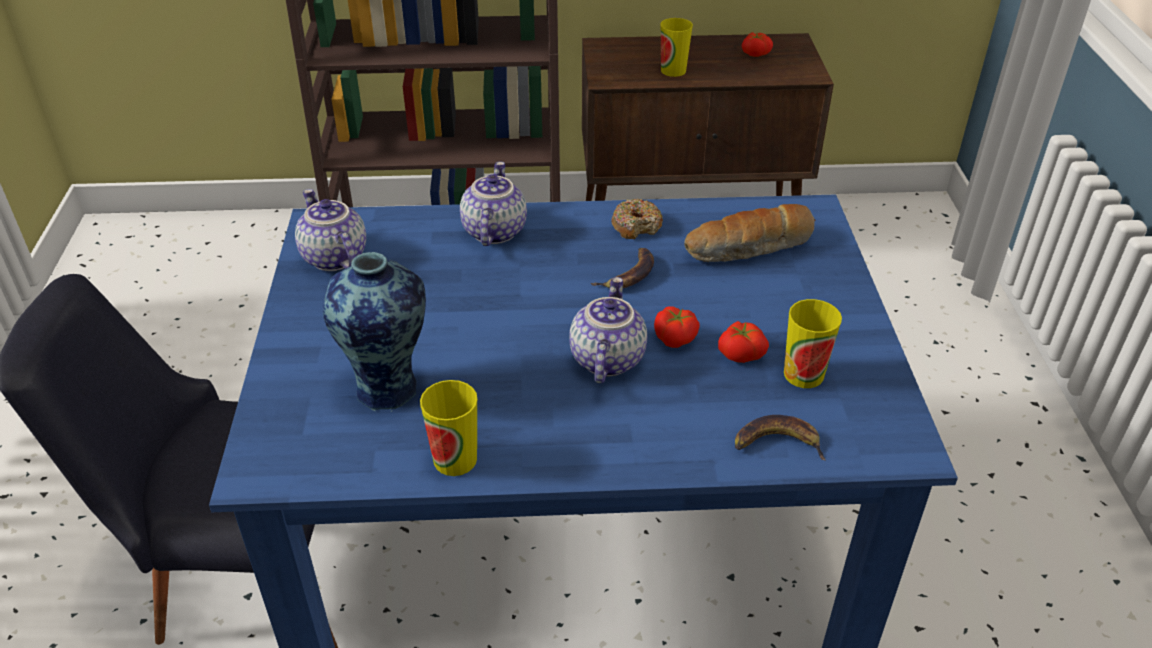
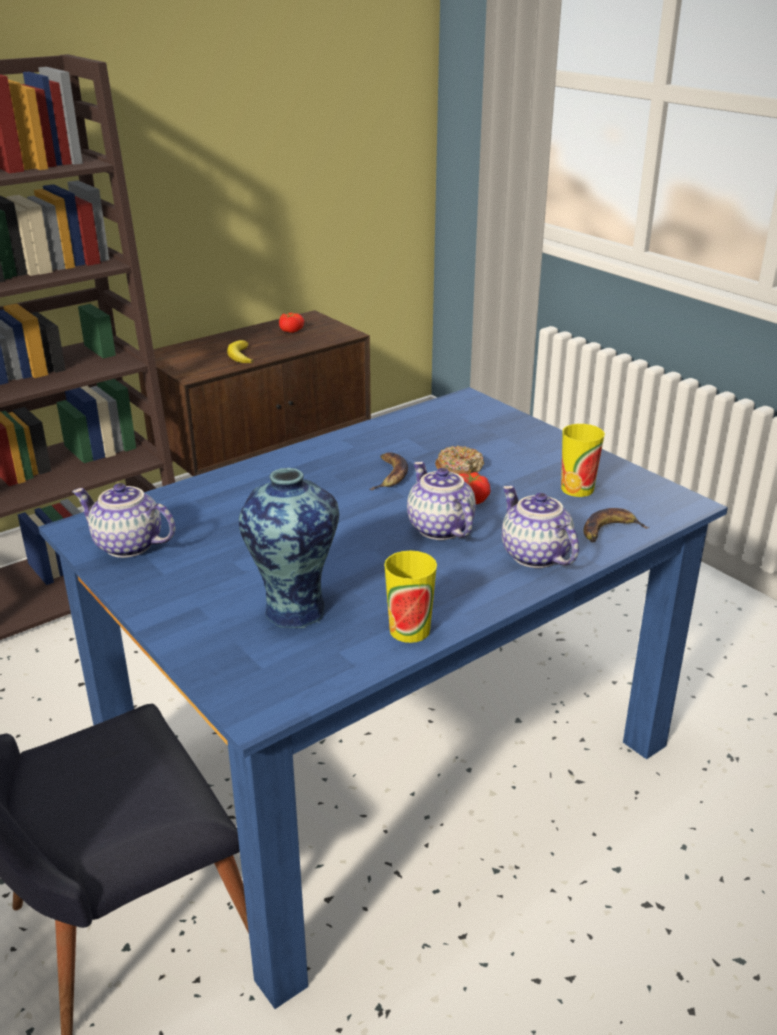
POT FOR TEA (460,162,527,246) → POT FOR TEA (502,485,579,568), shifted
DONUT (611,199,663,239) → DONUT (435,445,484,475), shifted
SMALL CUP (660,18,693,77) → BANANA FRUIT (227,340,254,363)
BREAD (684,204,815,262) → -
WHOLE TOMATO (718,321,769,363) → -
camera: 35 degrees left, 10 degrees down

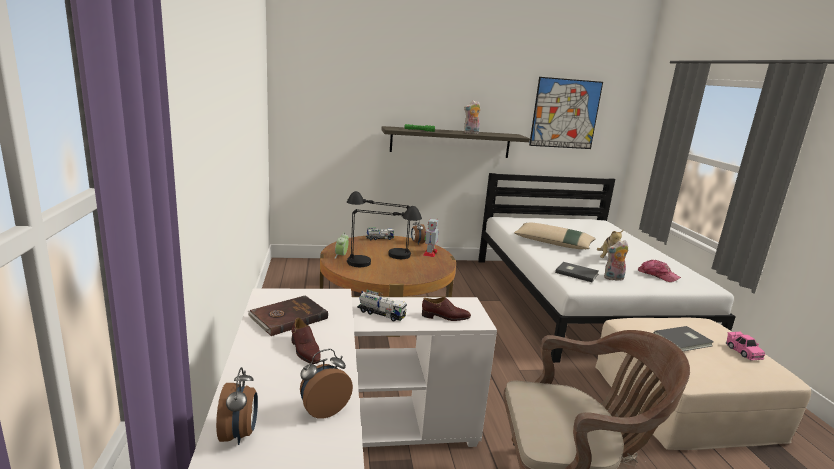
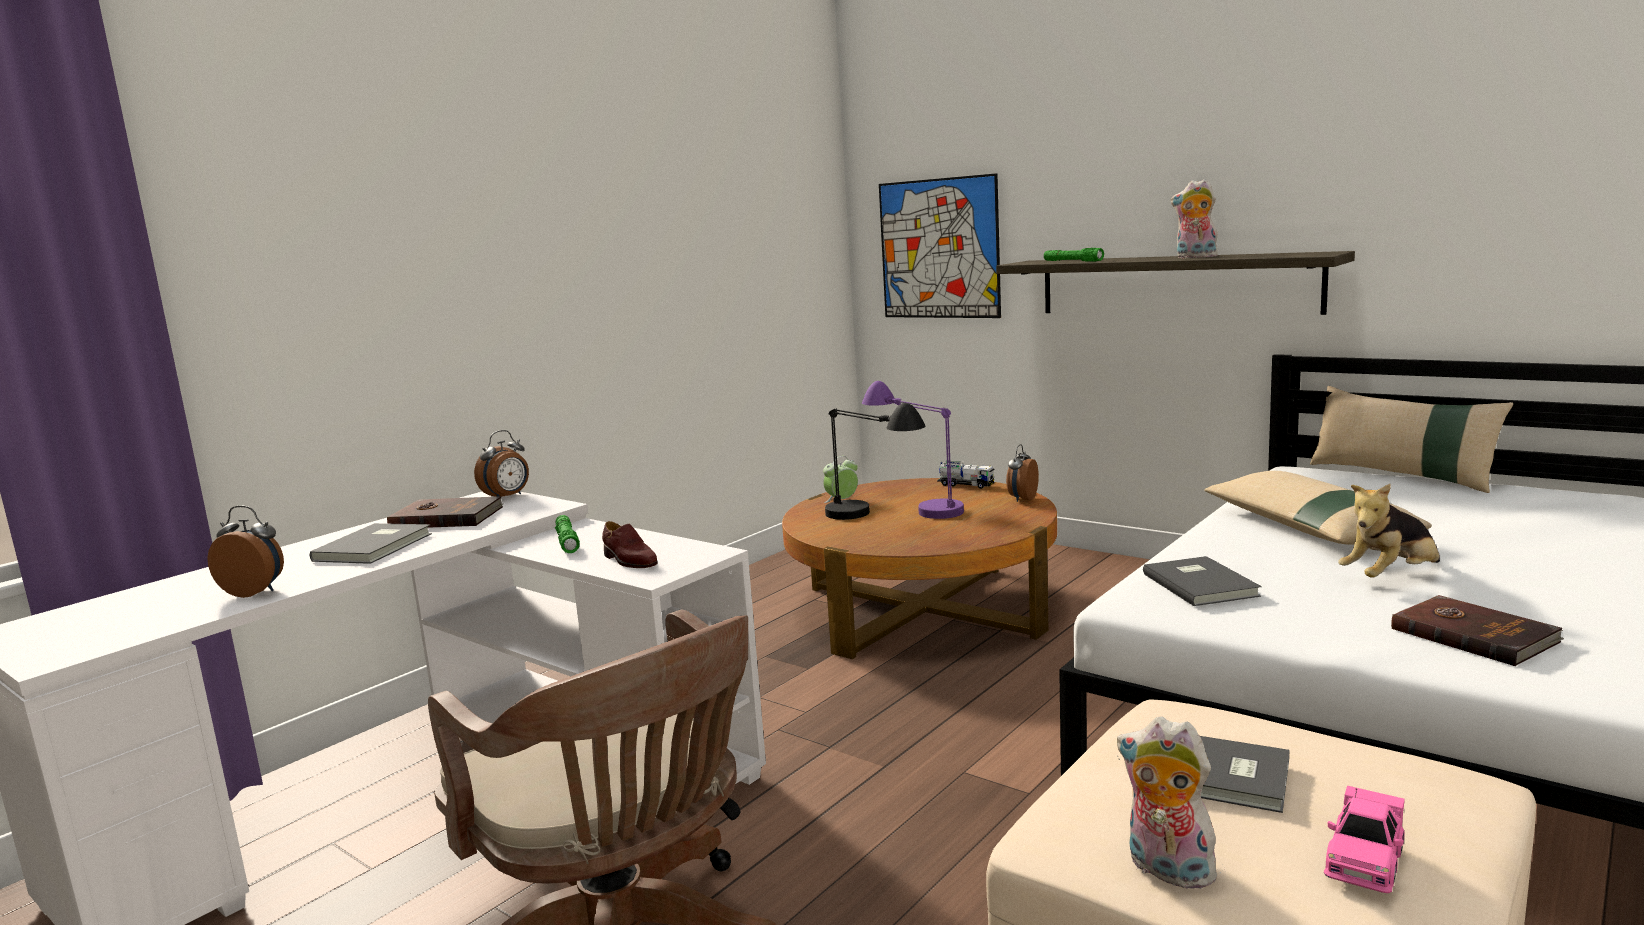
BEDSIDE CLOCK (216,367,258,445) → BEDSIDE CLOCK (474,430,529,497), shifted
BROWN ITEM OF FOOTWEAR (291,318,320,364) → GREYISH VOLUME (310,523,432,564)
BLACK-COLOURED TABLETOP LAMP (347,191,411,259) → PURPLISH TABLETOP LAMP (862,381,964,519)
TOY TRUCK (357,290,407,321) → GREEN TORCH (555,515,580,553)
ROBOT FIGURE (423,219,439,257) → -
PICTURE (529,77,603,149) → PICTURE (879,173,1001,318), shifted
PLUSH TOY (604,240,628,281) → PLUSH TOY (1117,717,1223,890), shifted
PEAKED CAP (638,260,681,282) → BROWN VOLUME (1391,595,1564,666)
- → BEIGE-COLOURED PILLOW (1310,386,1513,493)
camera: 50 degrees right, 5 degrees down

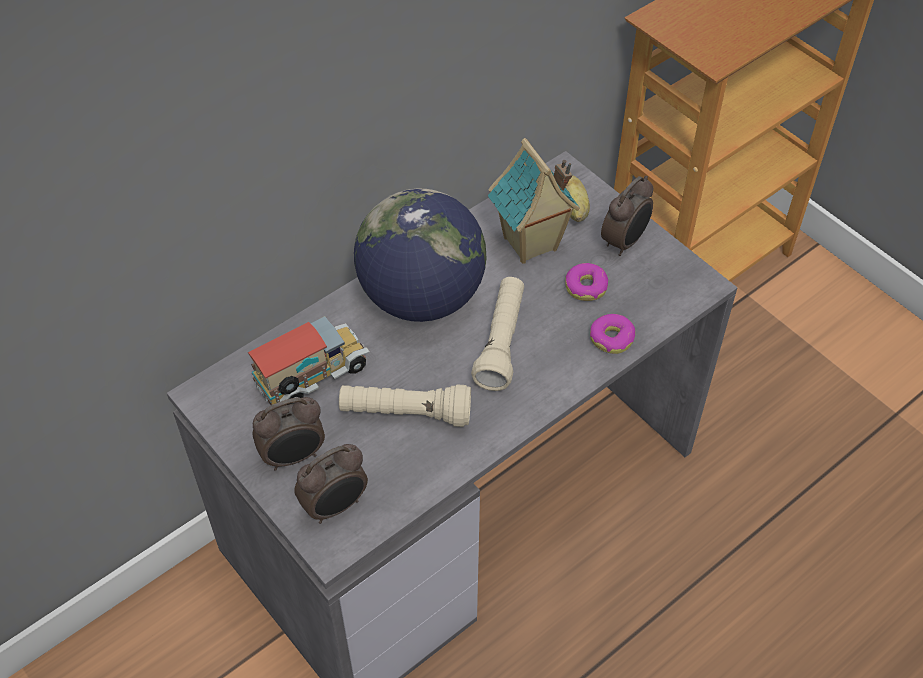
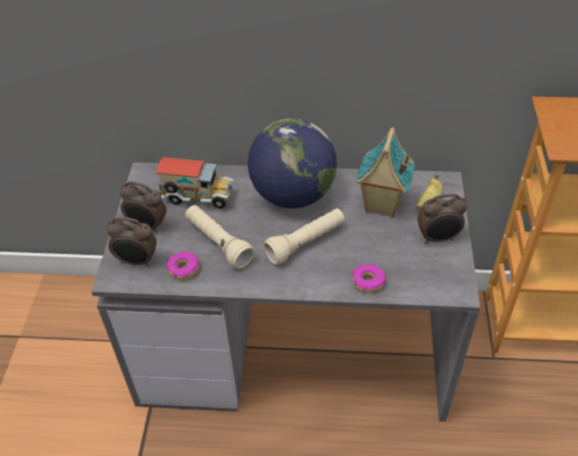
DONUT (565,263,608,301) → DONUT (166,252,199,280), shifted
camera: 45 degrees right, 5 degrees down

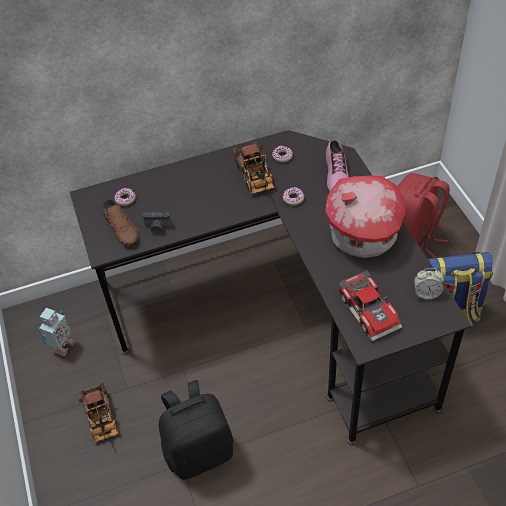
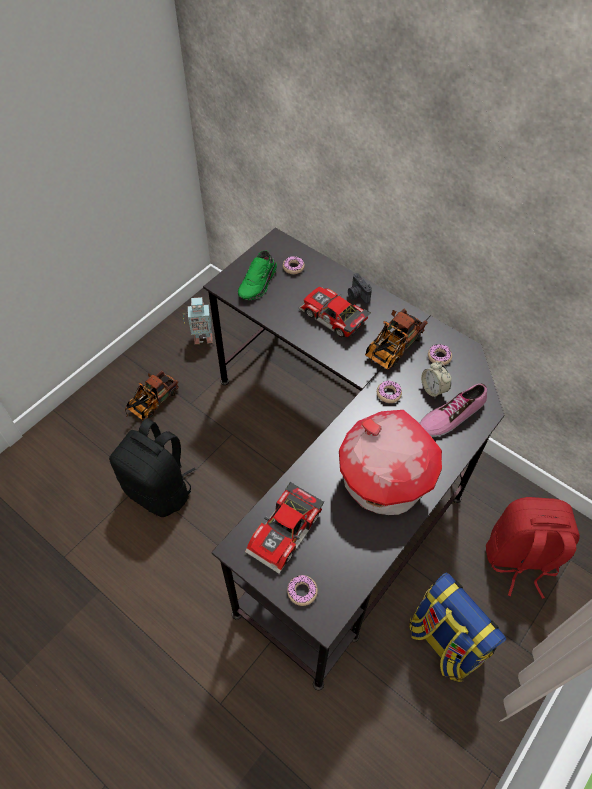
BROWN ITEM OF FOOTWEAR (103,199,139,246) → GREEN ITEM OF FOOTWEAR (238,250,277,300)
STILL CAMERA (143,211,172,234) → STILL CAMERA (348,273,372,304), shifted
BEDSIDE CLOCK (414,268,443,300) → BEDSIDE CLOCK (421,362,452,398), shifted
- → DONUT (287,575,318,606)
- → MINIATURE CAR (299,287,371,338)
camera: 55 degrees right, 5 degrees up

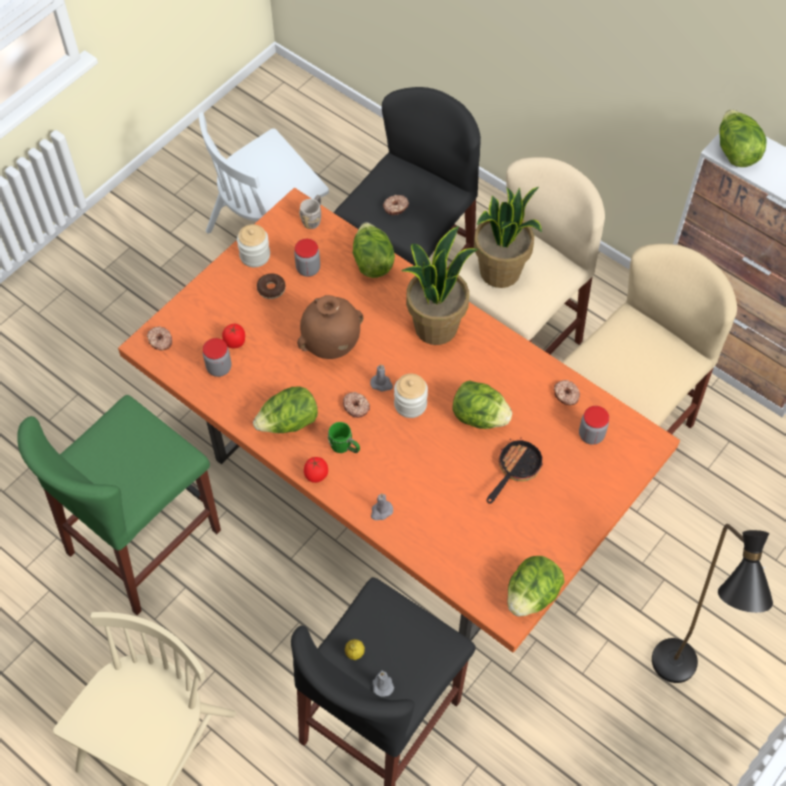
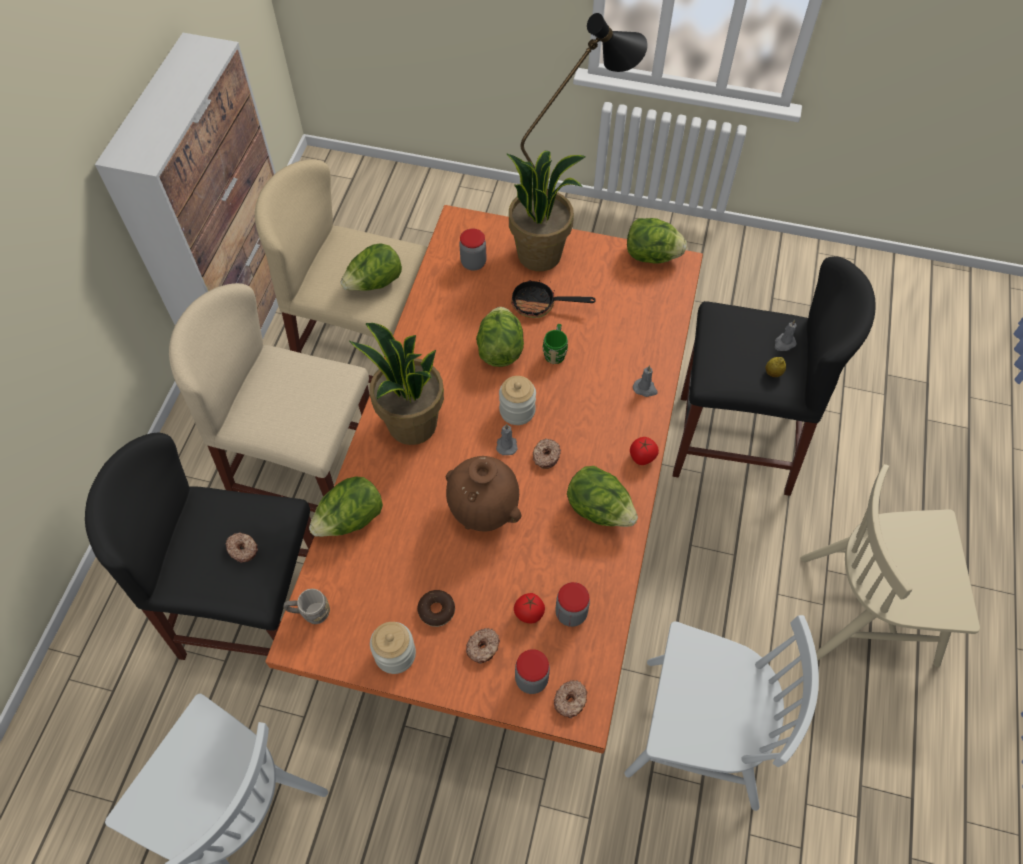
GREEN STOOL SEAT (17,395,221,615) → WHITE-COLOURED UPRIGHT CHAIR (625,615,819,811)
PRESERVE JAR (294,239,320,277) → PRESERVE JAR (515,649,550,694), shifted
GREEN MUG (328,422,360,453) → GREEN MUG (542,324,568,364), shifted
POTTED PLANT (474,187,542,288) → POTTED PLANT (506,151,586,271), shifted
DONUT (554,380,580,406) → DONUT (466,628,500,664), shifted
HEAD OF LETTUCE (719,109,767,167) → HEAD OF LETTUCE (340,243,402,291), shifted
camera: 115 degrees left, 0 degrees up

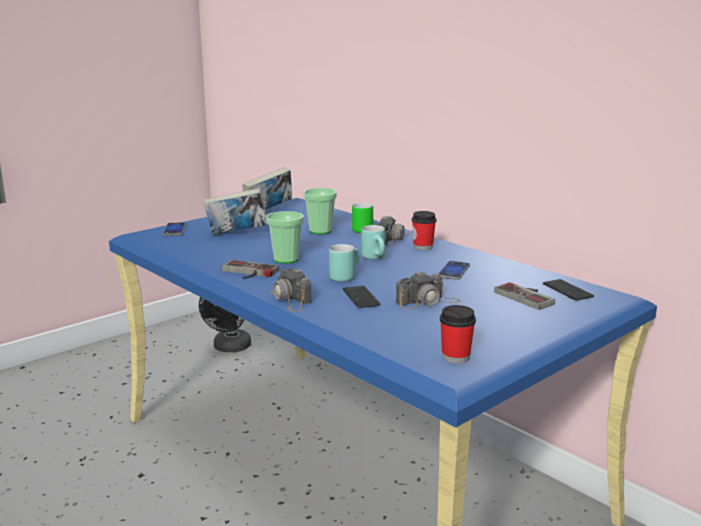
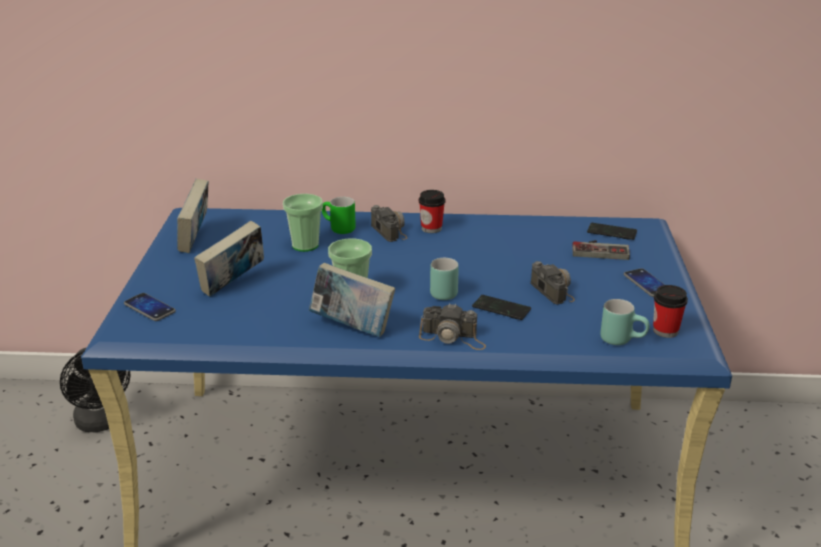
JOYPAD (222,260,279,279) → VOLUME (309,263,395,337)
TURQUOISE MUG (361,225,385,259) → TURQUOISE MUG (600,299,650,345), shifted
STILL CAMERA (396,271,460,310) → STILL CAMERA (531,261,575,305), 45 degrees counterclockwise
PHONE (438,261,470,280) → PHONE (624,268,665,297), shifted
camera: 45 degrees left, 10 degrees up

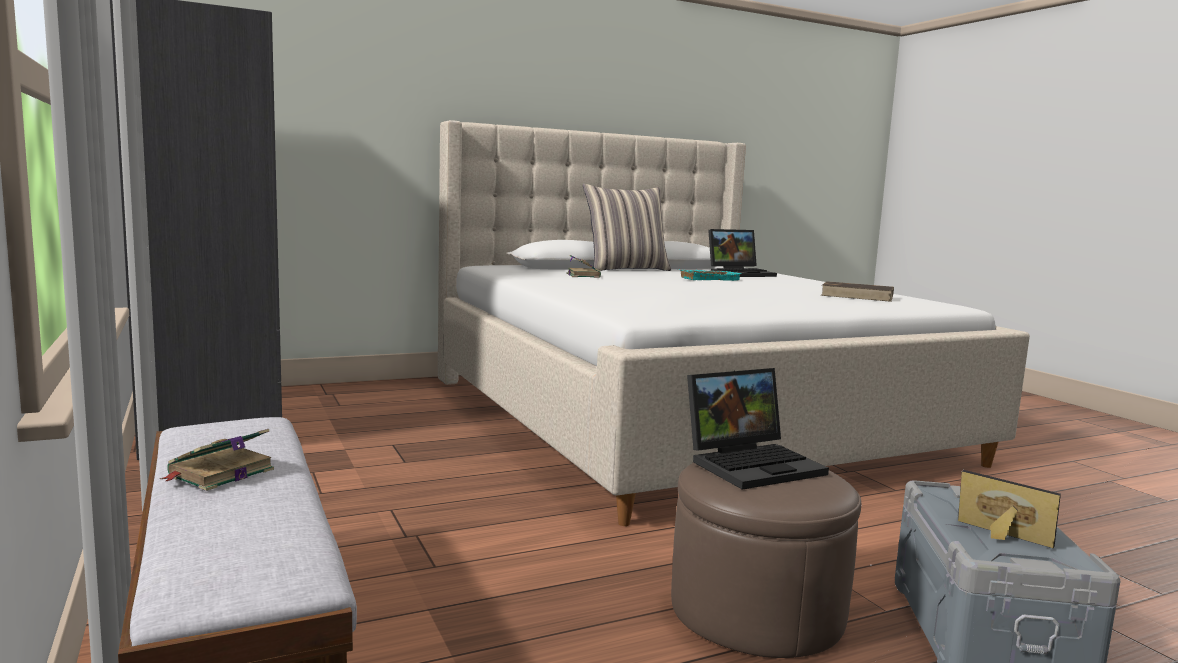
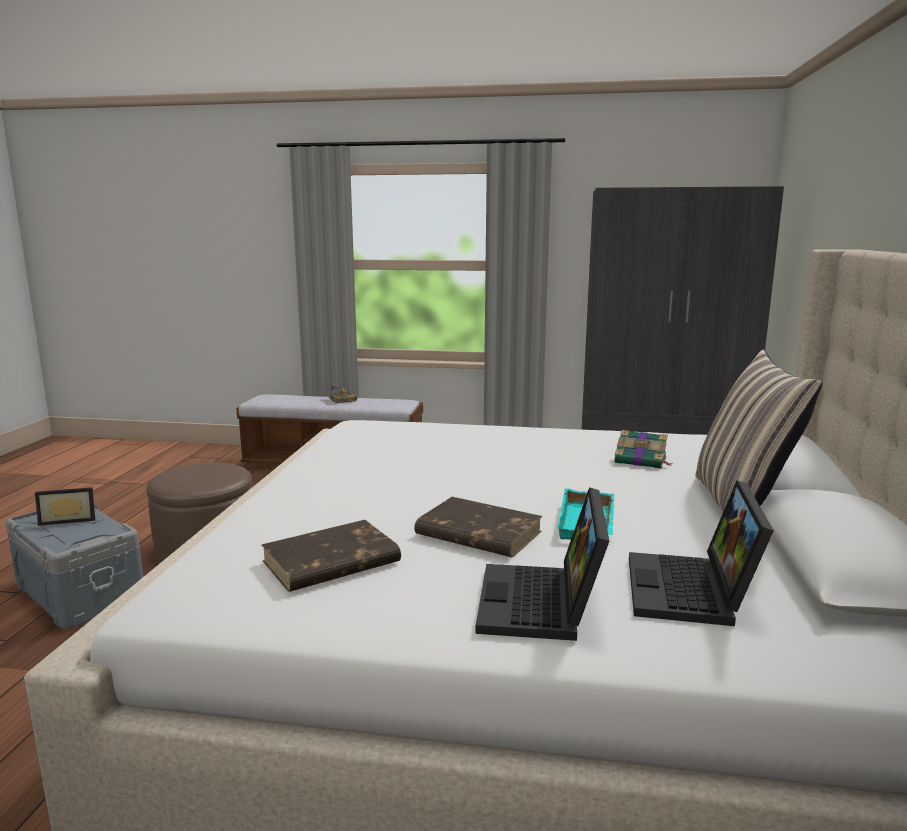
NOTEBOOK COMPUTER (687,368,829,490) → NOTEBOOK COMPUTER (476,487,609,641), shifted
- → BROWN VOLUME (414,497,542,558)
camera: 125 degrees right, 5 degrees up

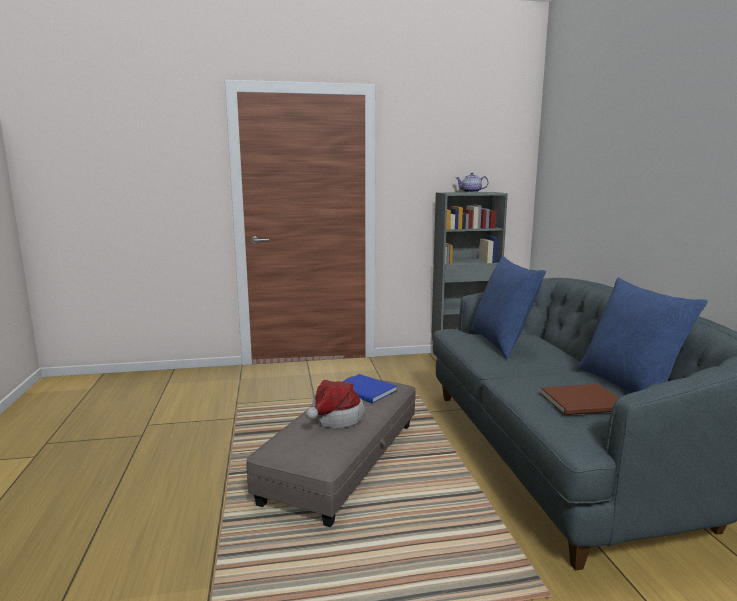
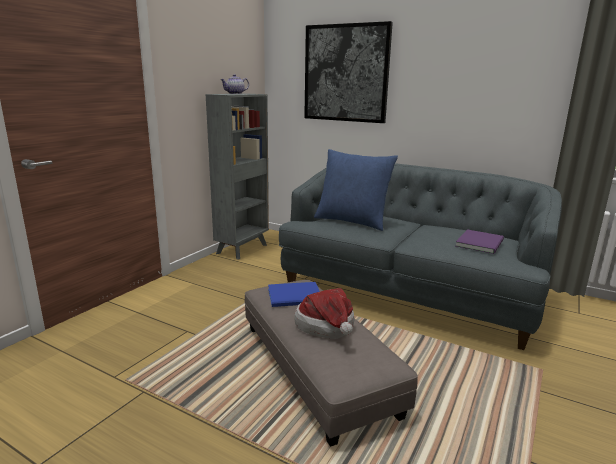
BROWN VOLUME (540,384,619,415) → PURPLISH VOLUME (456,229,504,254)
BLUE PILLOW (577,278,708,393) → -
- → PICTURE (304,21,393,123)
camera: 50 degrees left, 5 degrees up

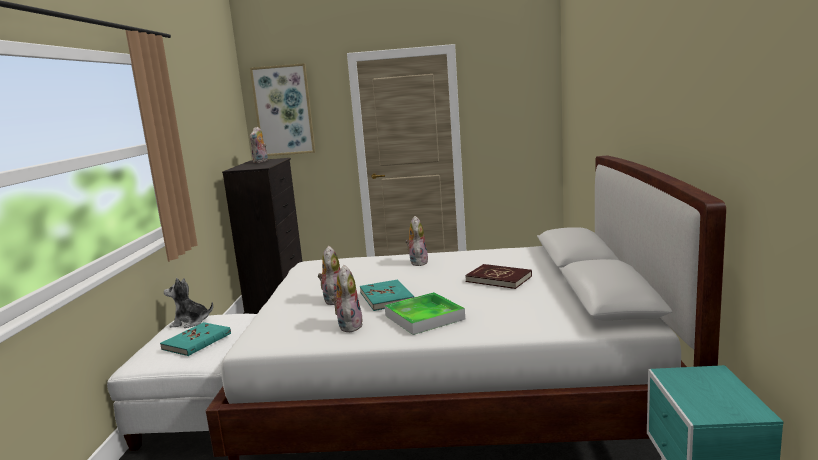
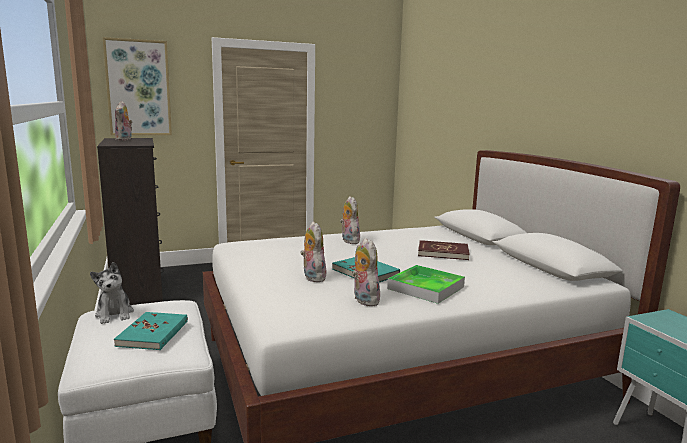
PLUSH TOY (164,278,213,328) → PLUSH TOY (90,262,134,324), 90 degrees counterclockwise
camera: 25 degrees left, 0 degrees up

